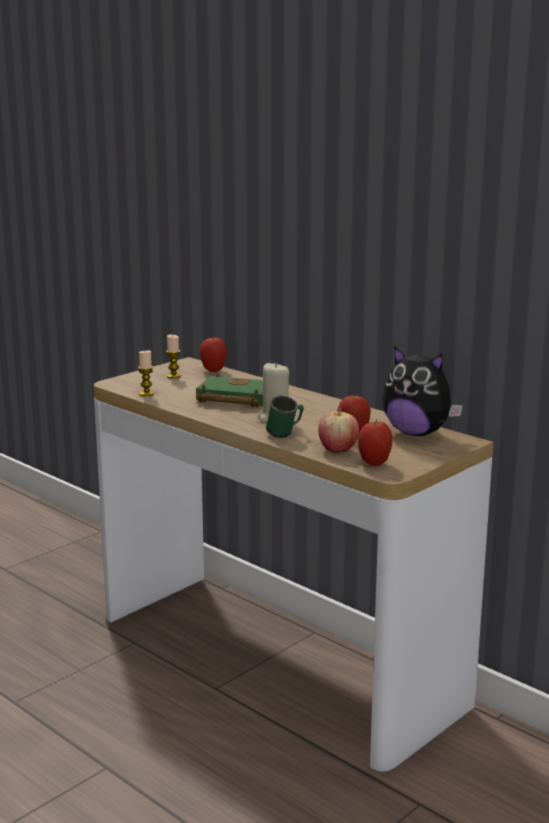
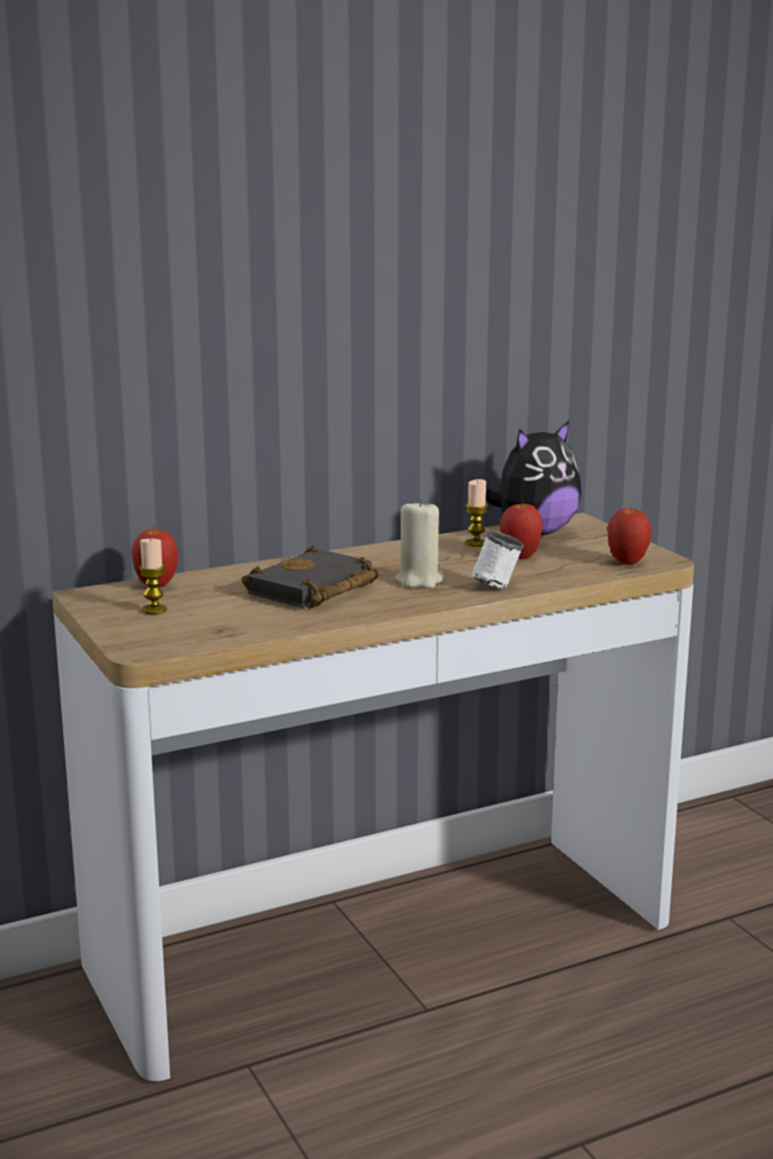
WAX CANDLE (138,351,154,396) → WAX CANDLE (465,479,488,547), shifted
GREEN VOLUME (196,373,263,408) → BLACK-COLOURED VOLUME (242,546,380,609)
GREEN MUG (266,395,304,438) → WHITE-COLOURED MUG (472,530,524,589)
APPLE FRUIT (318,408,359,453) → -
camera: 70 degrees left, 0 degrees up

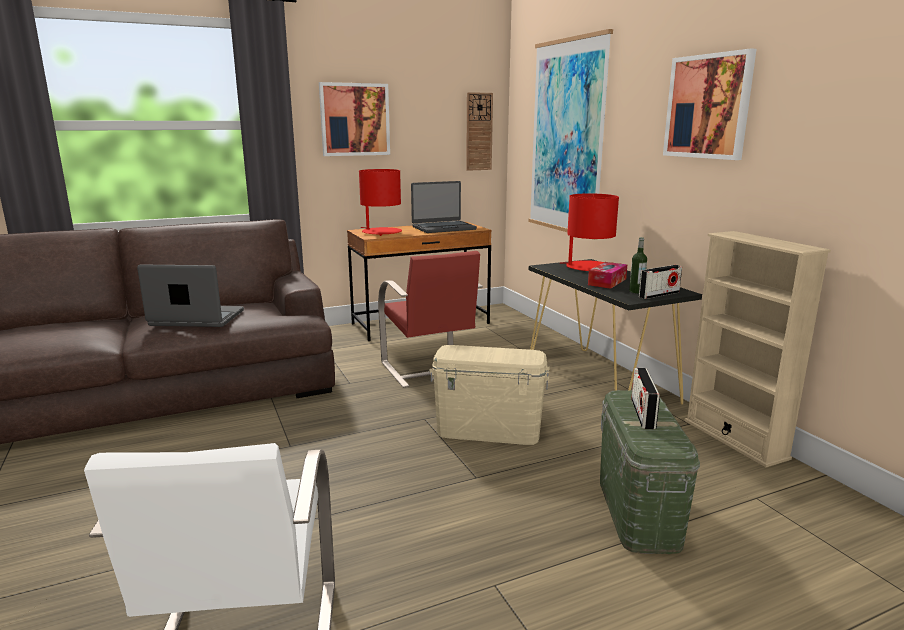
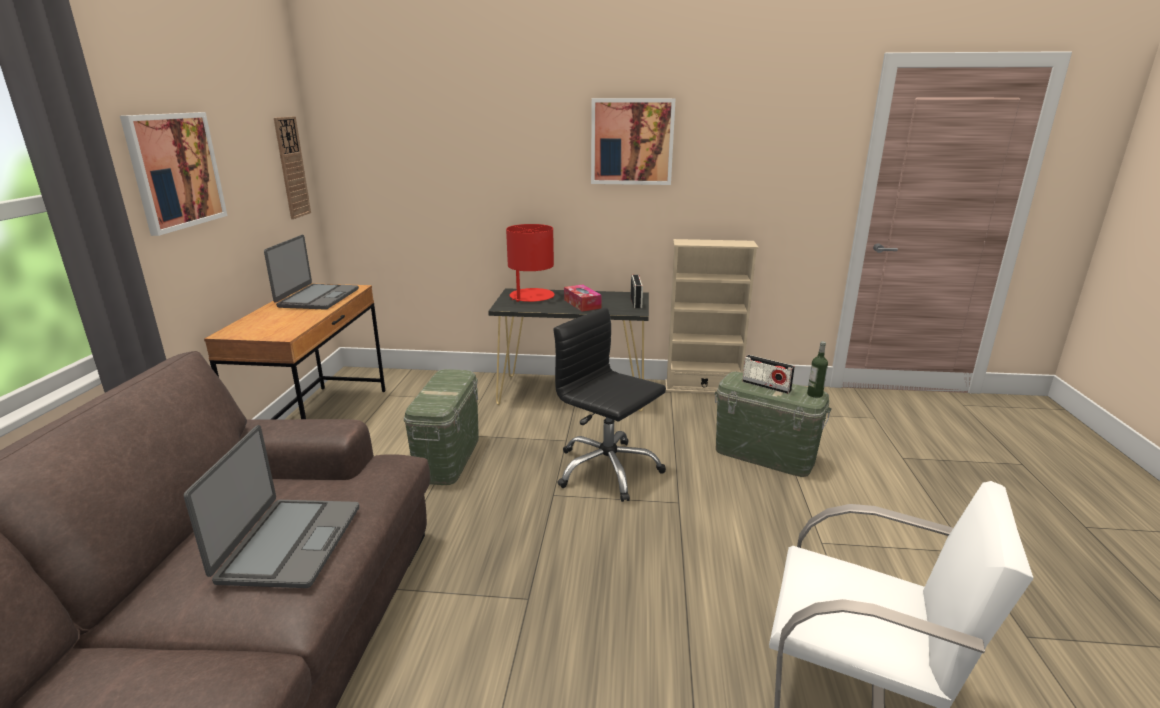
NOTEBOOK COMPUTER (137,264,244,327) → NOTEBOOK COMPUTER (184,425,359,588), 150 degrees clockwise
REDDISH TABLETOP LAMP (359,169,402,236) → -
REDDISH UPRIGHT CHAIR (378,251,483,388) → GREEN STORAGE BIN (404,369,479,485)
BEIGE-COLOURED STORAGE BIN (429,345,550,445) → BLACK-COLOURED OFFICE CHAIR (554,307,666,502)
PICTURE (528,29,613,240) → -
DRINK BOTTLE (629,237,647,293) → DRINK BOTTLE (807,341,828,398), shifted
camera: 60 degrees left, 5 degrees up

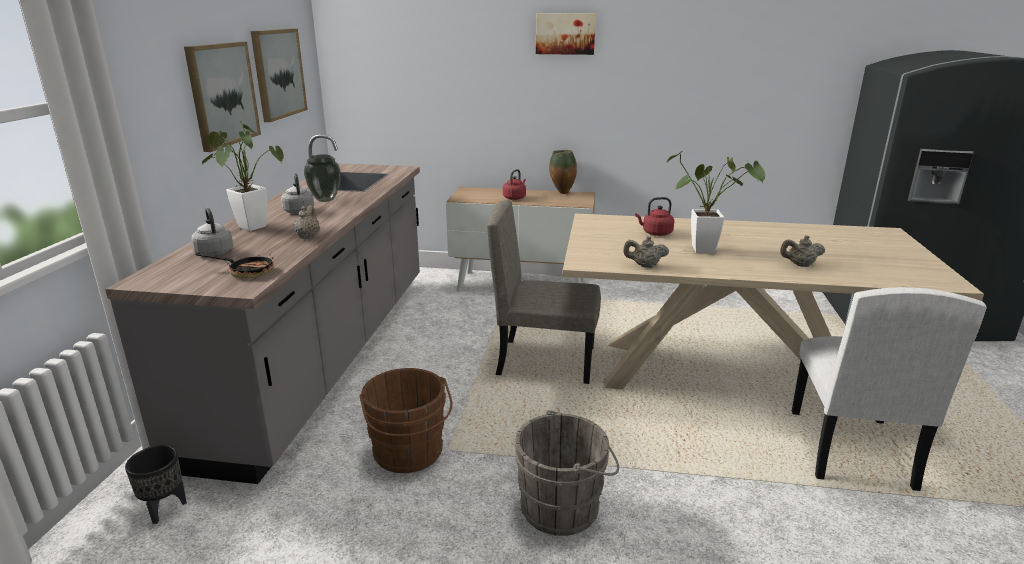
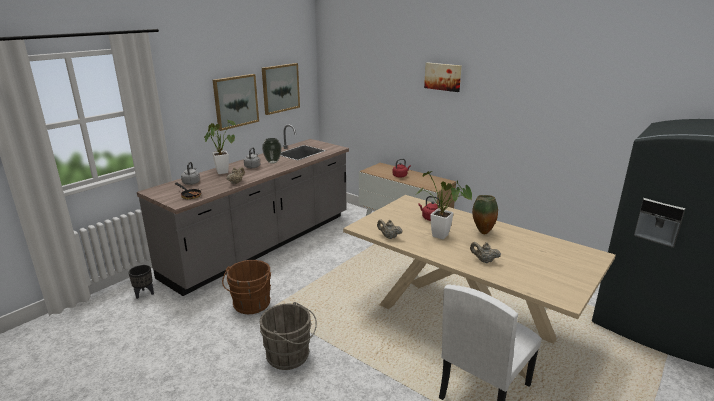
BEIGE-COLOURED UPRIGHT CHAIR (487,200,601,384) → -
DECORATIVE VASE (549,150,577,194) → DECORATIVE VASE (472,195,498,234), shifted
camera: 30 degrees right, 0 degrees up

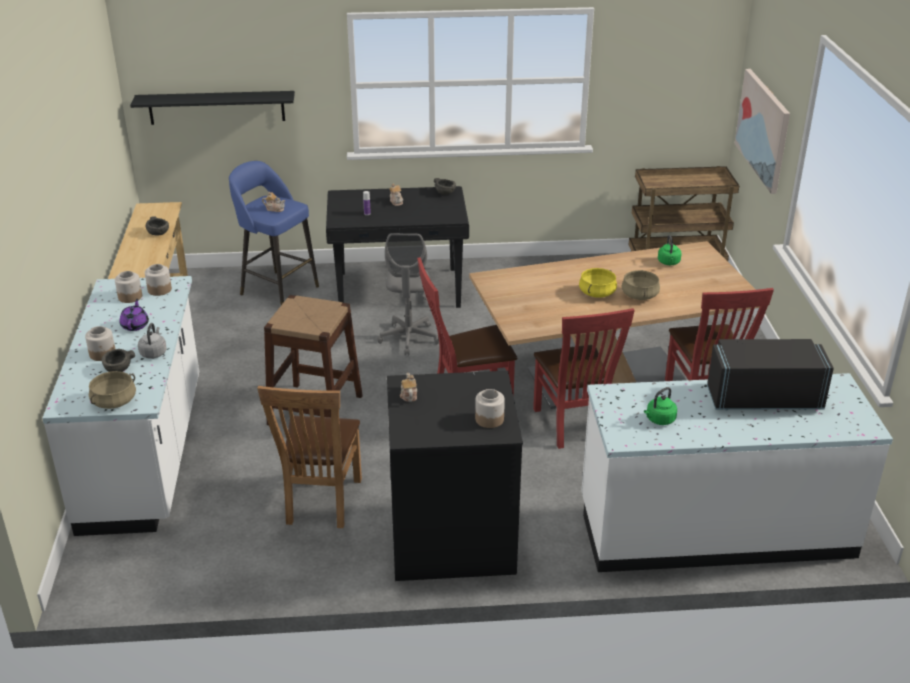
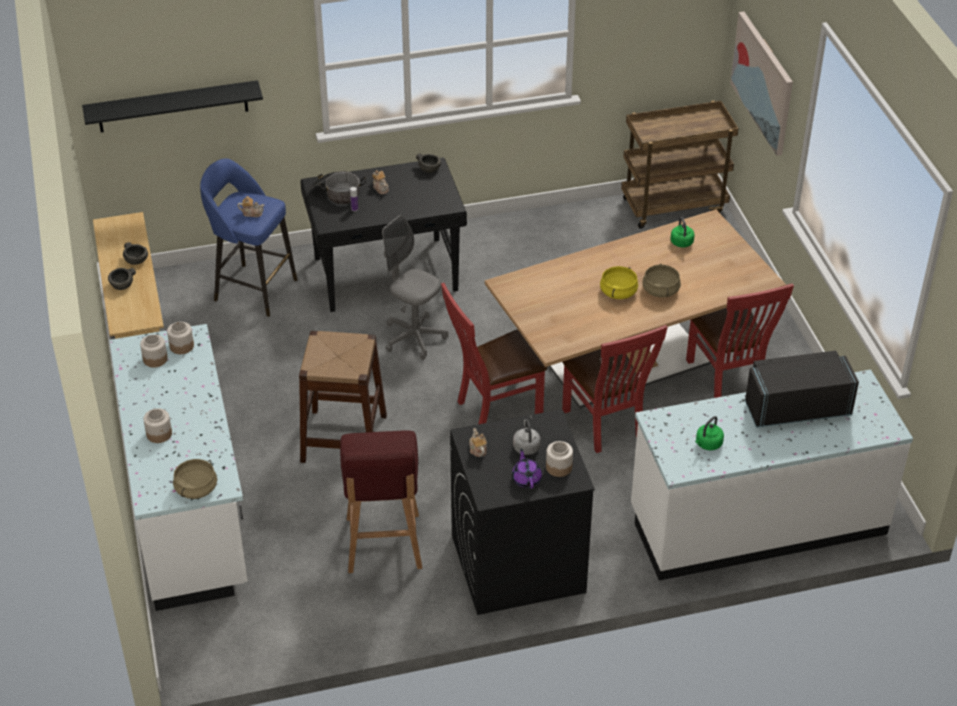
GREYISH BOWL (102,349,135,372) → GREYISH BOWL (108,268,136,290), shifted
PURPLISH POT FOR TEA (119,299,149,331) → PURPLISH POT FOR TEA (512,448,542,489), shifted
GREYISH KETTLE (138,323,167,359) → GREYISH KETTLE (513,419,541,455), shifted
BROWN UPRIGHT CHAIR (257,386,362,528) → REDDISH STOOL SEAT (340,430,422,573)
GREYISH OFFICE CHAIR (377,233,439,355) → GREYISH OFFICE CHAIR (382,215,449,360), 135 degrees clockwise
- → SAUCEPOT (310,171,366,204)
camera: 10 degrees left, 10 degrees up

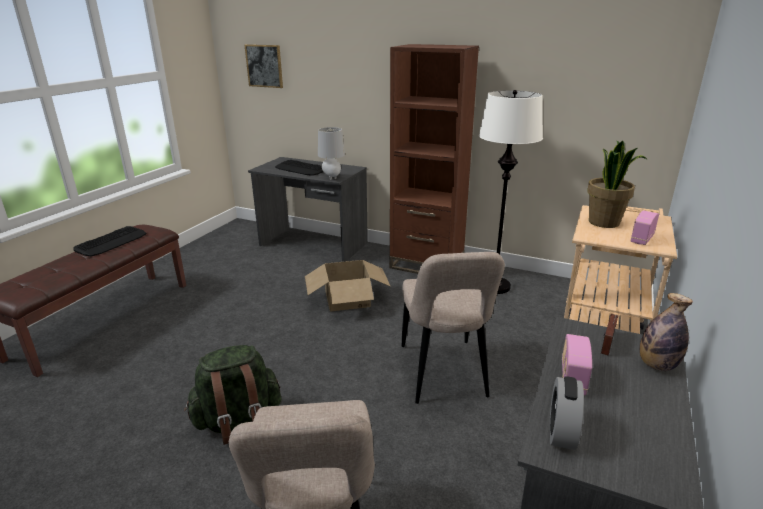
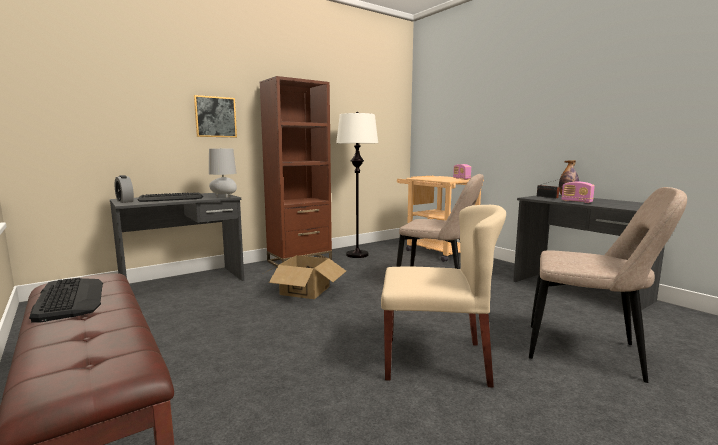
GREEN RUCKSACK (184,345,281,445) → BEIGE-COLOURED UPRIGHT CHAIR (381,205,506,388)
PICTURE (245,44,283,88) → PICTURE (194,95,237,137), shifted
BEDSIDE CLOCK (550,376,584,450) → BEDSIDE CLOCK (115,175,134,203), shifted
POTTED PLANT (587,140,647,228) → -
camera: 60 degrees left, 15 degrees down

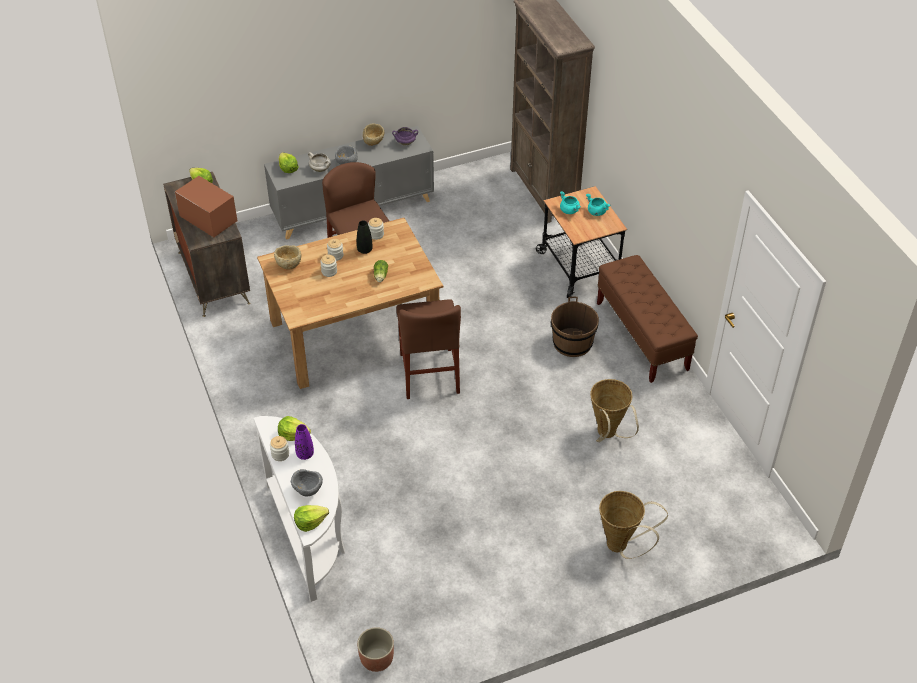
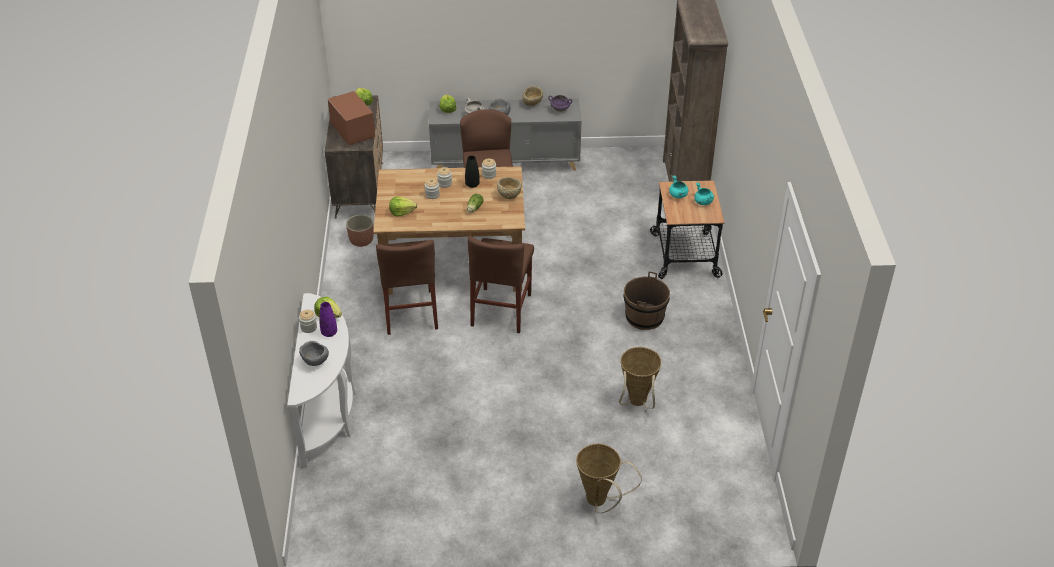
BEIGE-COLOURED BOWL (274,245,301,270) → BEIGE-COLOURED BOWL (497,177,522,199), shifted
HEAD OF LETTUCE (294,505,329,532) → HEAD OF LETTUCE (389,197,417,217), shifted
PLANTER (357,627,394,672) → PLANTER (346,215,374,247), shifted
BROWN BENCH (597,255,698,383) → -
- → BROWN UPRIGHT CHAIR (376,240,438,335)
camera: 20 degrees right, 5 degrees down

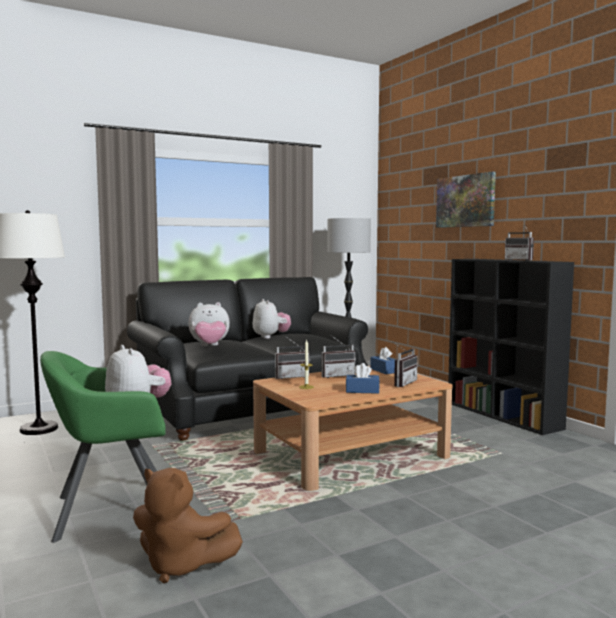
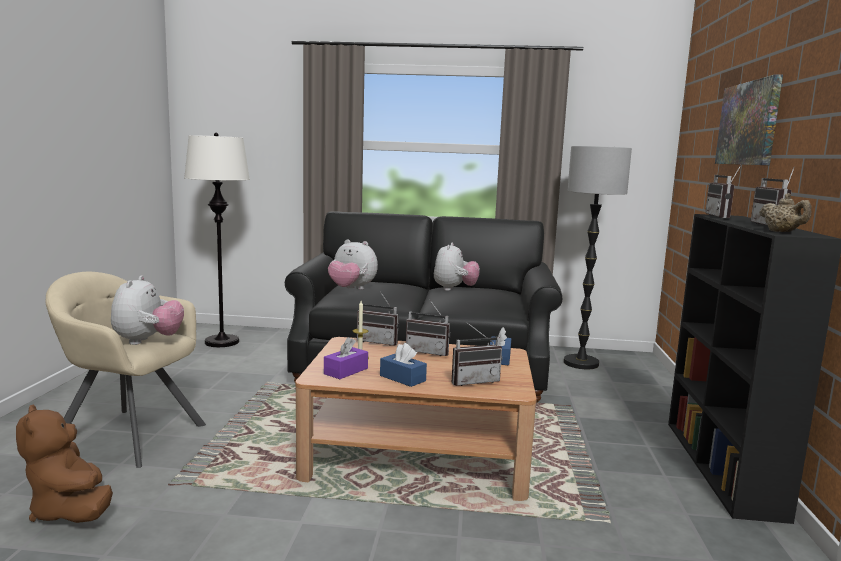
GREEN EASY CHAIR (40,351,166,543) → BEIGE-COLOURED EASY CHAIR (45,272,206,468)
- → PURPLISH BOX OF TISSUES (324,337,368,379)
- → RADIO (705,165,741,219)
- → BEIGE-COLOURED POT FOR TEA (759,193,811,232)
camera: 35 degrees right, 5 degrees up

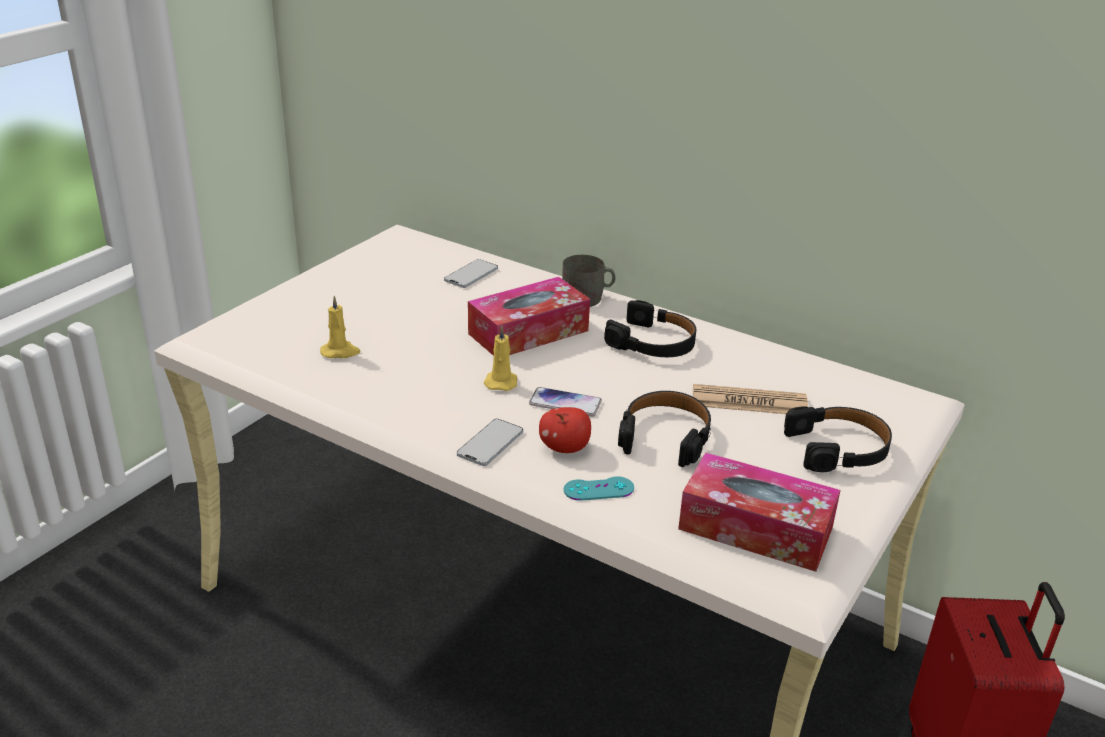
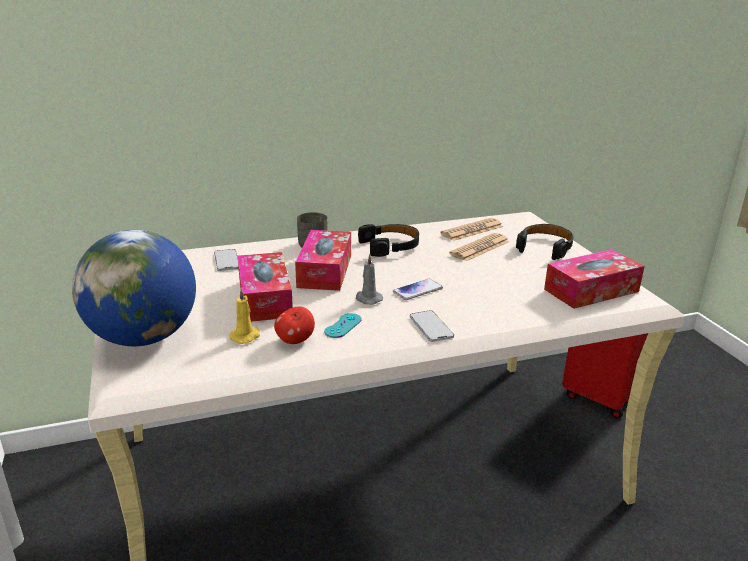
YELLOW-COLOURED WAX CANDLE (484,325,518,391) → GREYISH WAX CANDLE (356,254,383,305)
APPLE FRUIT (539,407,591,453) → APPLE FRUIT (274,307,315,344), shifted
TURQUOISE JOYPAD (564,476,634,501) → TURQUOISE JOYPAD (324,313,362,338), shifted
BLACK-COLOURED HEADPHONES (618,391,711,467) → -
- → GLOBE (72,230,196,346)
- → BOX OF TISSUES (238,252,293,322)
- → PRINTED PAPER (441,218,503,241)
camera: 50 degrees left, 5 degrees down

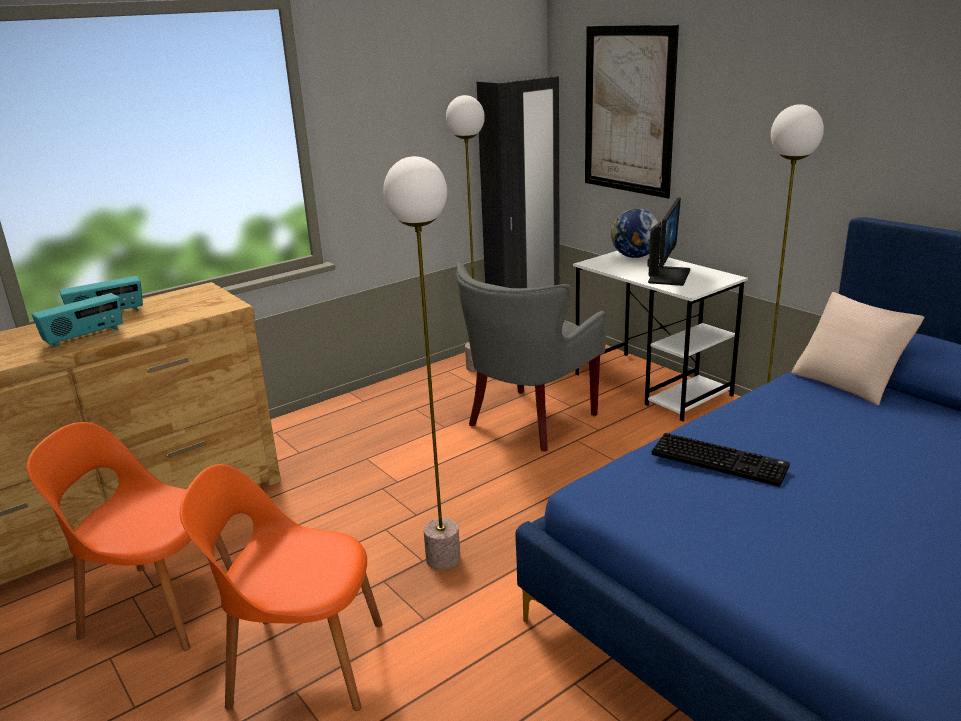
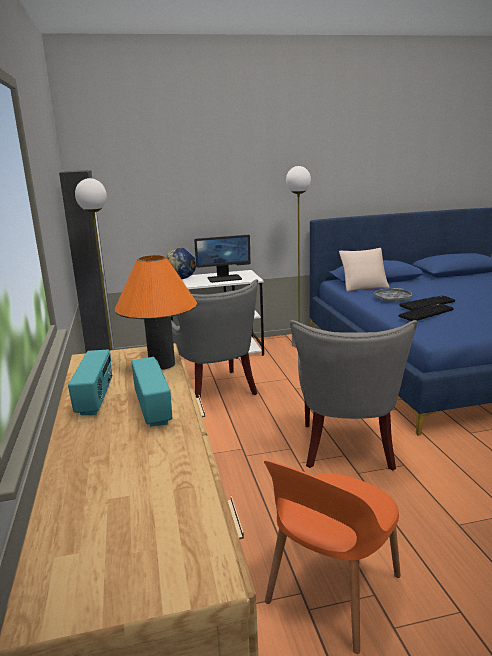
ORANGE UPRIGHT CHAIR (180,464,382,711) → -
FLOOR LAMP (383,156,460,570) → GREYISH EASY CHAIR (290,320,418,471)
PICTURE (585,25,679,198) → -
COMPUTER SCREEN (647,197,690,286) → COMPUTER SCREEN (194,235,250,283), 120 degrees clockwise
- → ORANGE TABLETOP LAMP (115,255,197,370)
- → GREYISH CARRYING TRAY (374,288,412,302)
- → PC KEYBOARD (399,295,455,311)
camera: 65 degrees left, 5 degrees down

